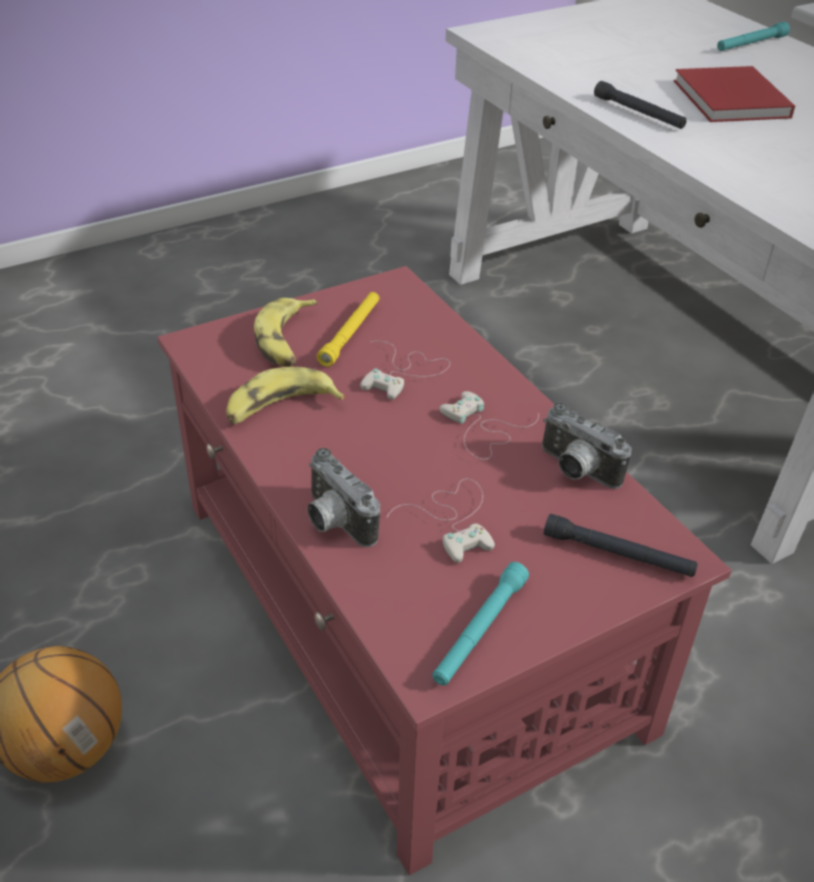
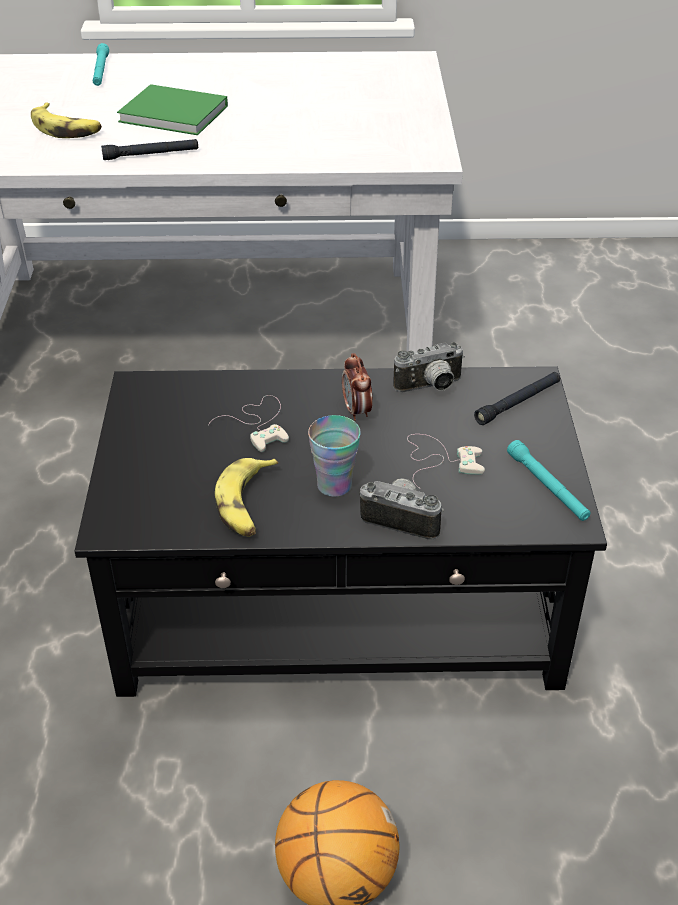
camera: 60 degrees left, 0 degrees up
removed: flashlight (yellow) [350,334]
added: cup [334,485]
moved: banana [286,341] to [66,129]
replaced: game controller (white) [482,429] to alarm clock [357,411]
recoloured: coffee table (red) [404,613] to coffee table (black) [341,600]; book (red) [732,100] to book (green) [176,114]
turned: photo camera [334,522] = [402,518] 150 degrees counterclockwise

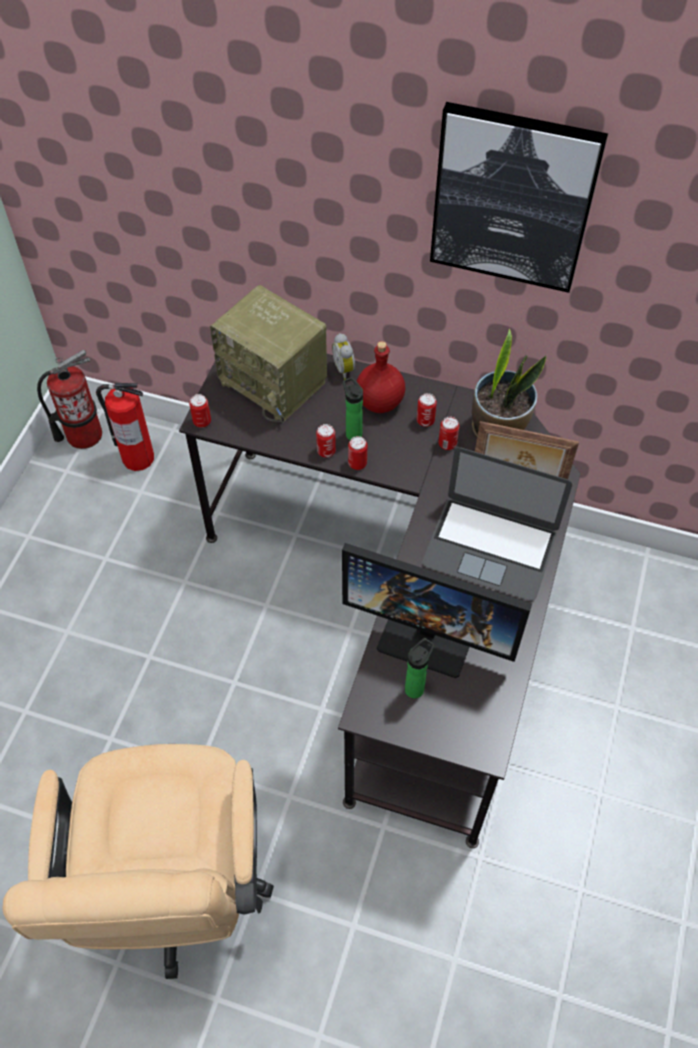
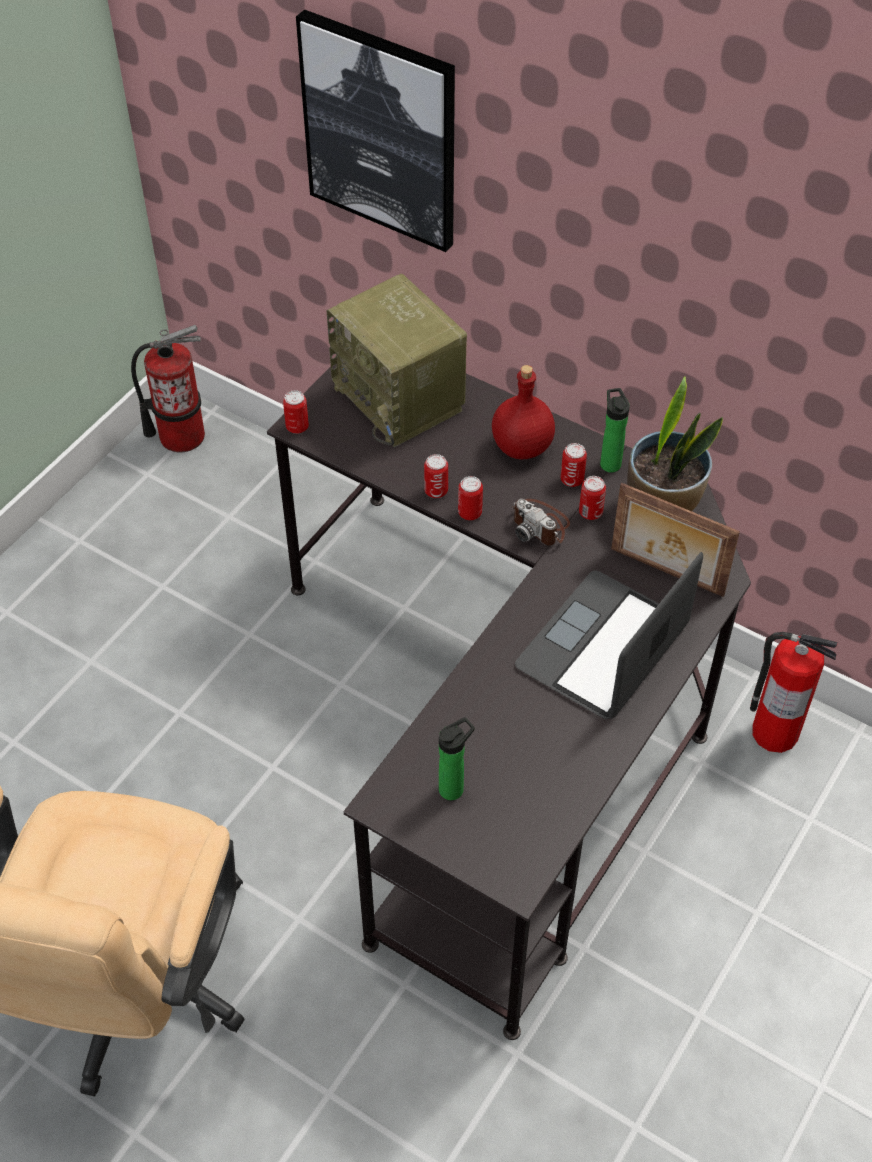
camera: 15 degrees right, 5 degrees down
removed: alarm clock [345,369]; monitor [429,633]
added: photo camera [540,525]
moved: fire extinguisher [137,458] to [773,732]; bottle [352,433] to [609,462]; picture [512,198] to [381,131]
turned: laptop [490,547] = [603,646] 90 degrees clockwise

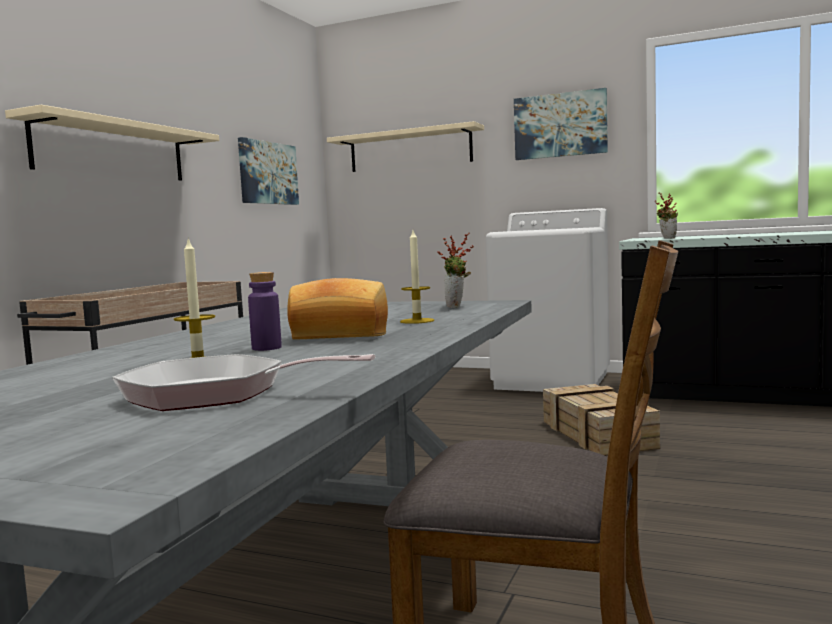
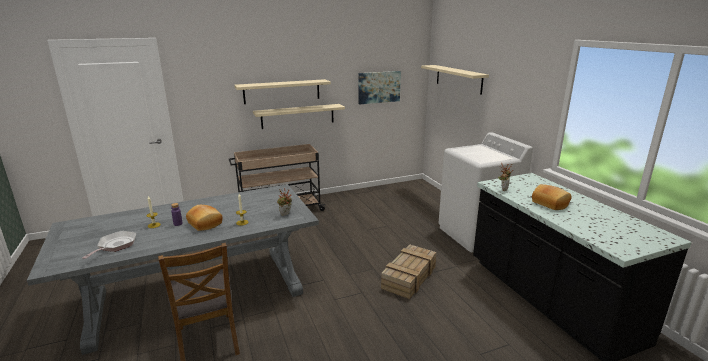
camera: 45 degrees right, 15 degrees up
removed: picture [560,125]
added: shelf (beige) [298,116]; bread [550,203]
turned: frying pan [216,394] = [115,245] 45 degrees clockwise

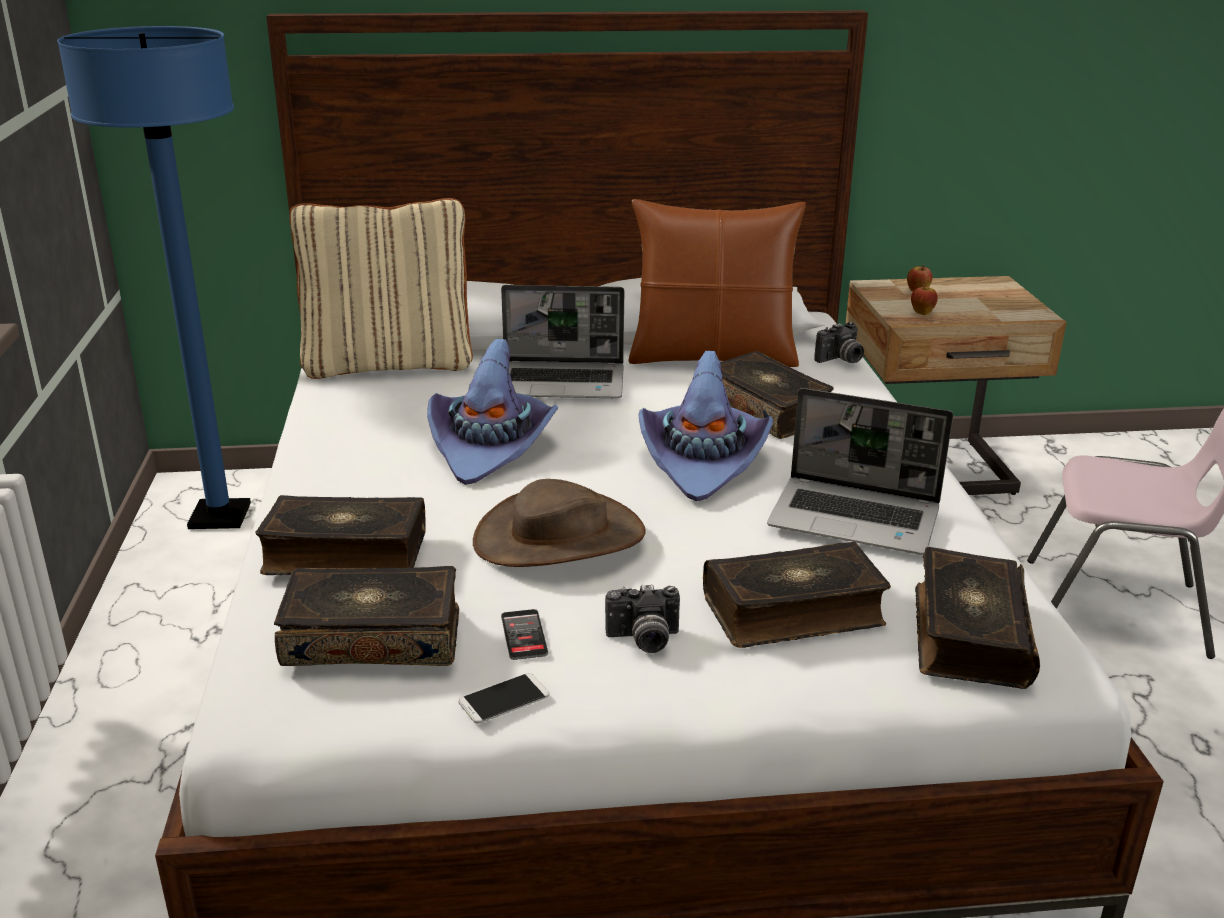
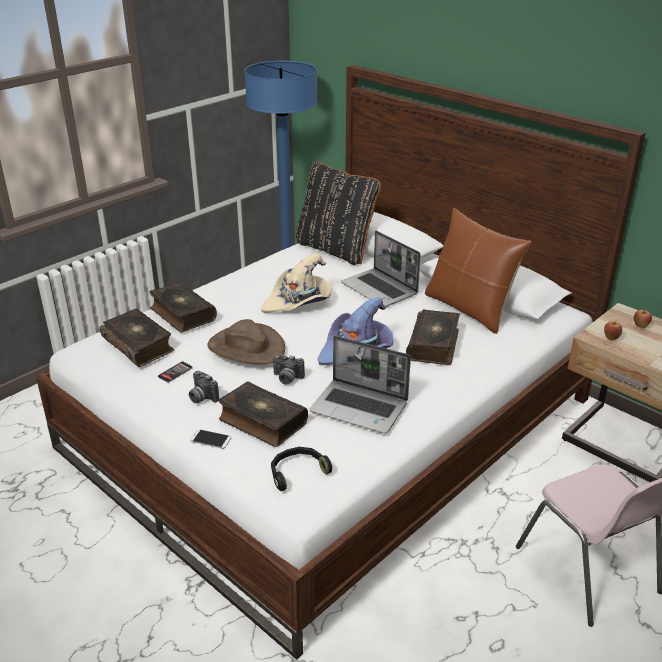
camera: 50 degrees right, 5 degrees up
moved: phone [504,699] to [210,439]; photo camera [841,360] to [287,379]
replaced: book [968,635] to headphones (black) [297,472]
recoloured: pillow (beige) [389,363] to pillow (black) [336,249]; hat (purple) [491,446] to hat (beige) [298,302]
turned: laptop [856,518] = [360,408] 45 degrees counterclockwise

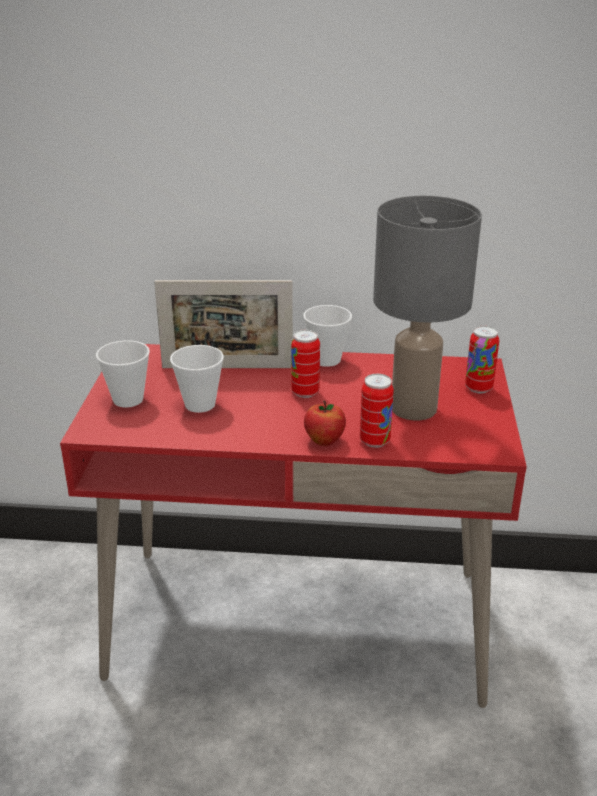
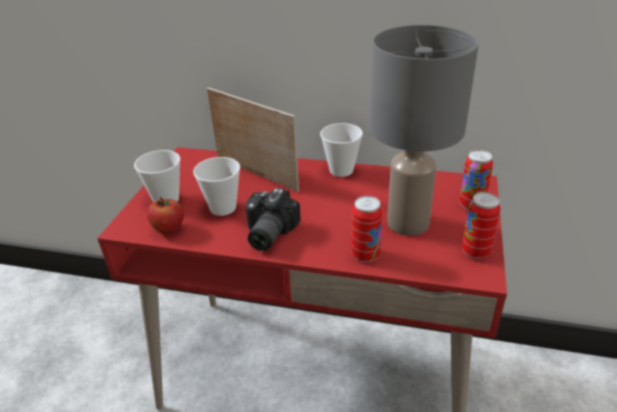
camera: 10 degrees right, 5 degrees up
added: photo camera [266,233]
moved: can [305,392] to [475,252]; apple [324,441] to [169,229]
turned: picture frame [227,367] = [256,174] 150 degrees counterclockwise

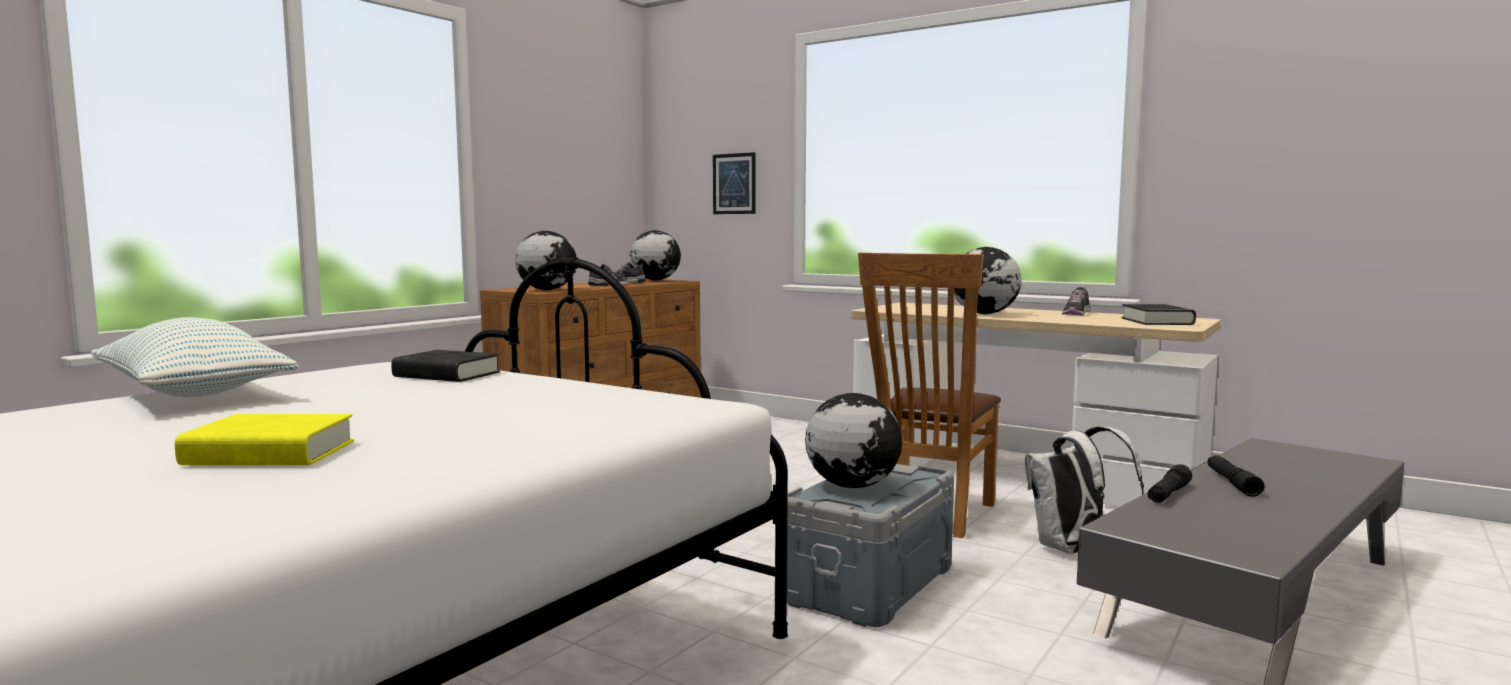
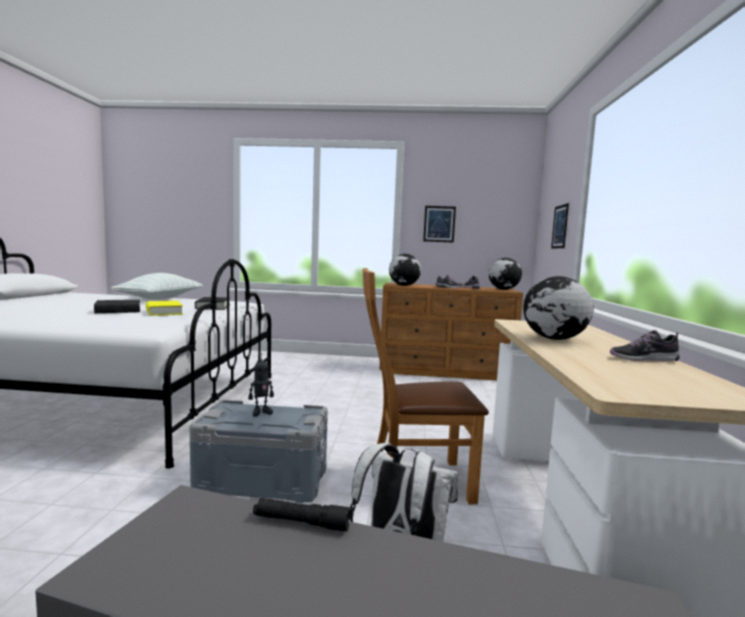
camera: 60 degrees right, 0 degrees up
removed: flashlight (black) [1232,483]
added: picture [439,224]
moved: book (yellow) [270,453] to [164,312]; book (black) [1156,321] to [118,311]
replaced: globe [851,486] to toy robot [261,412]

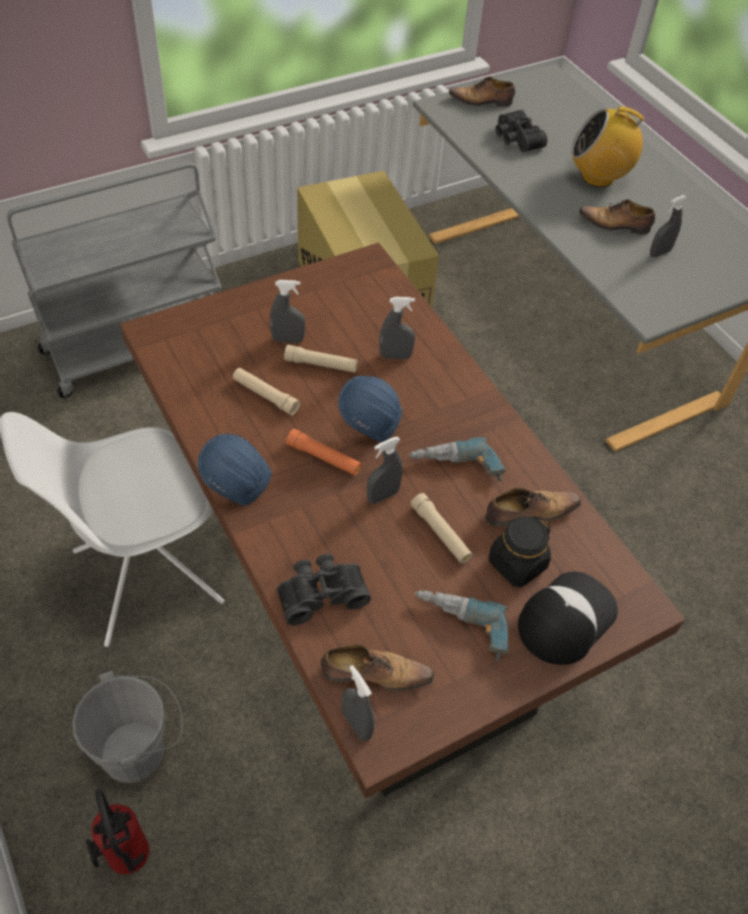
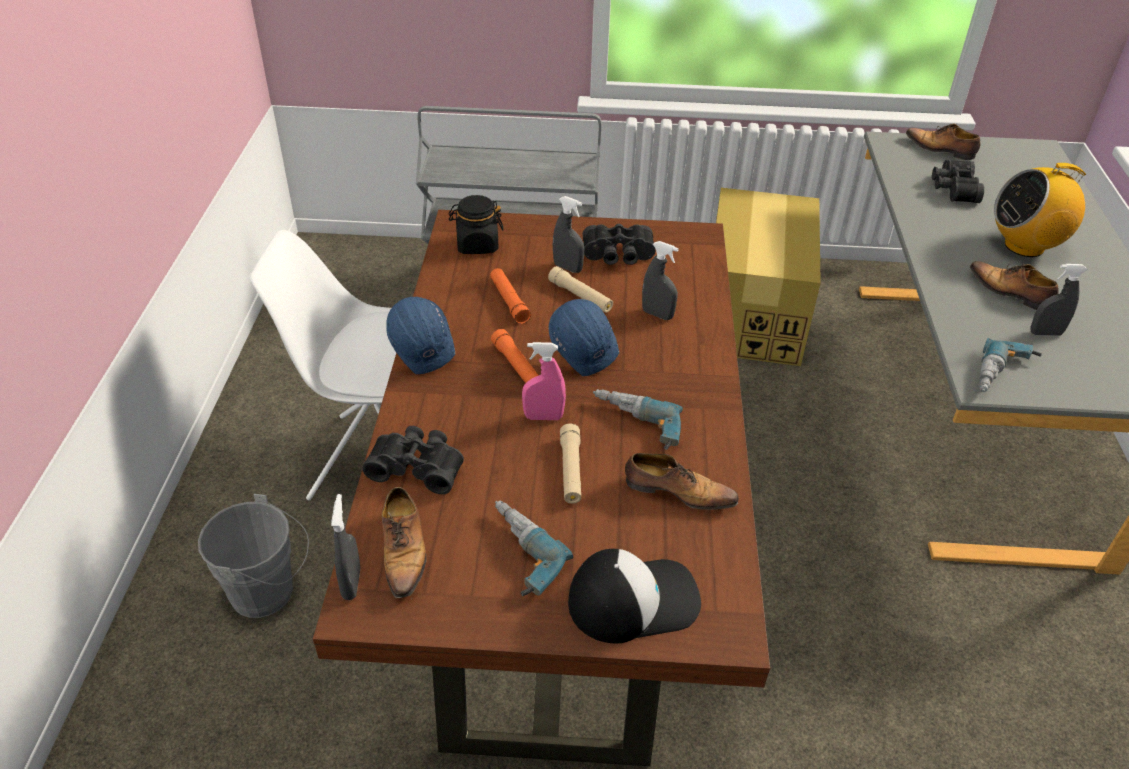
camera: 35 degrees right, 10 degrees down
removed: fire extinguisher [129,863]
added: binoculars (black) [618,256]; power drill [1004,377]
moved: jar (black) [517,564] to [477,245]
recoloured: flashlight (beige) [265,396] to flashlight (orange) [509,301]; spray bottle (grey) [382,496] to spray bottle (pink) [543,417]
turned: shoe [374,673] = [404,551] 45 degrees clockwise; radio [598,177] = [1024,246] 45 degrees counterclockwise

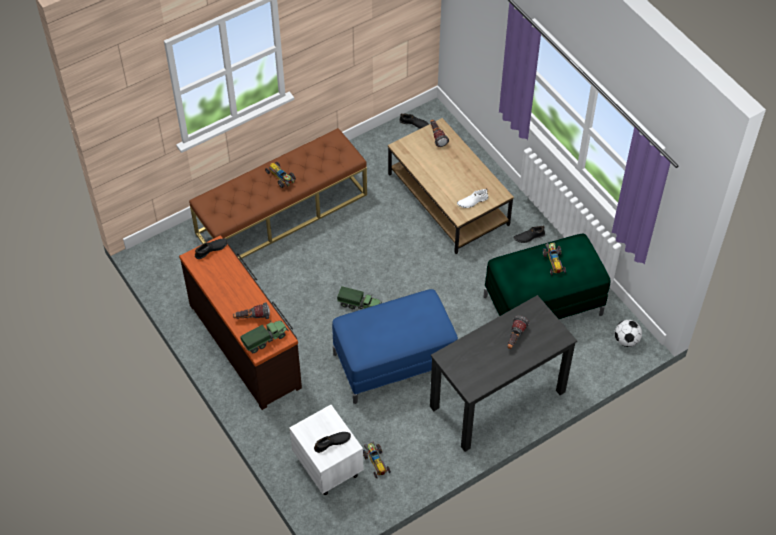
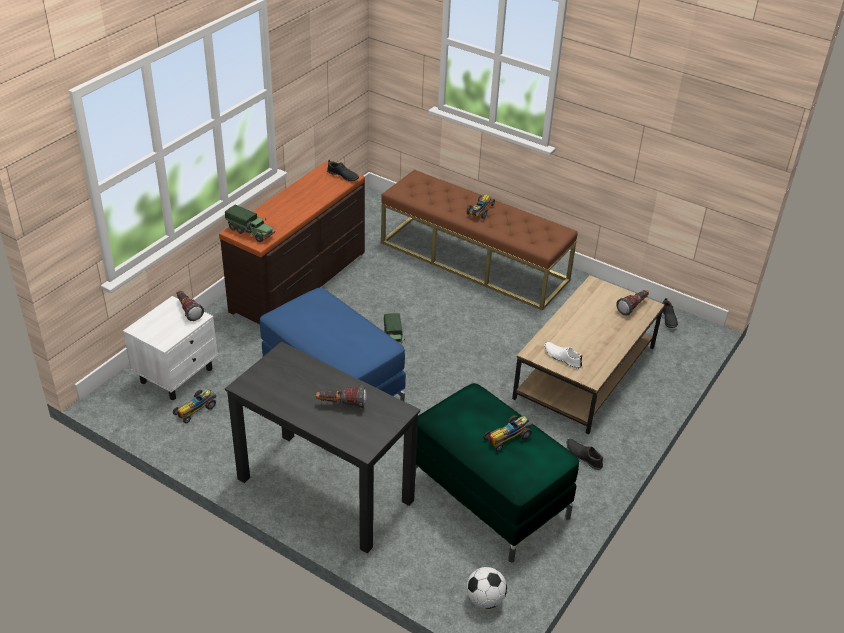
camera: 65 degrees right, 15 degrees down
removed: shoe (black) [332,443]
moved: flashlight [252,317] to [188,310]

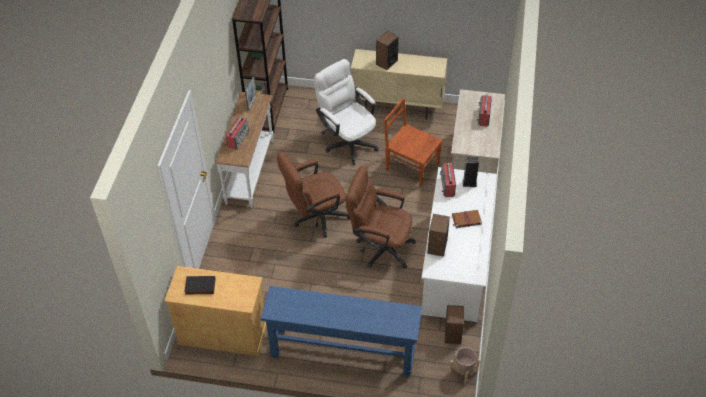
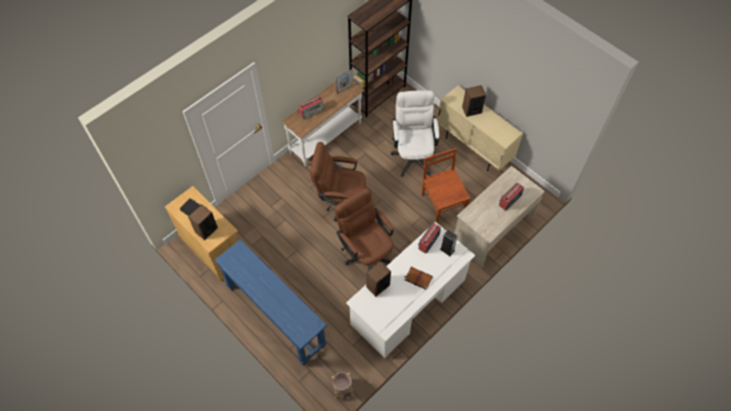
camera: 35 degrees right, 10 degrees up
moved: speaker [452,334] to [206,230]

